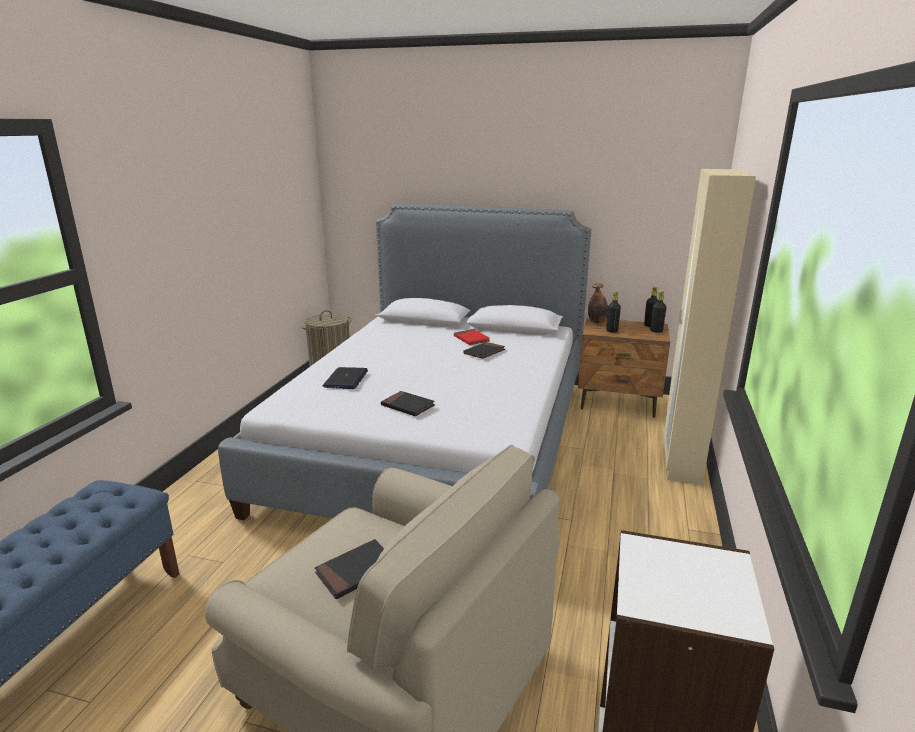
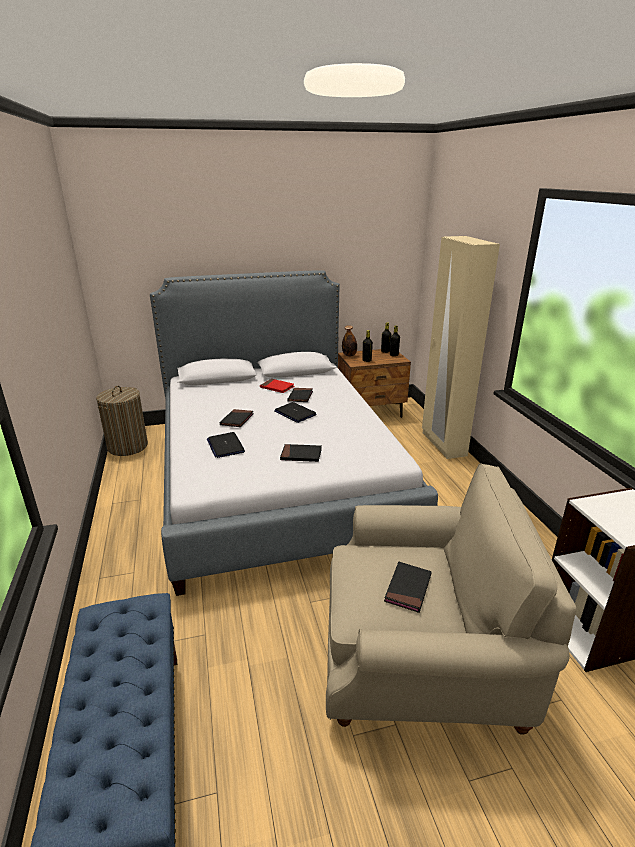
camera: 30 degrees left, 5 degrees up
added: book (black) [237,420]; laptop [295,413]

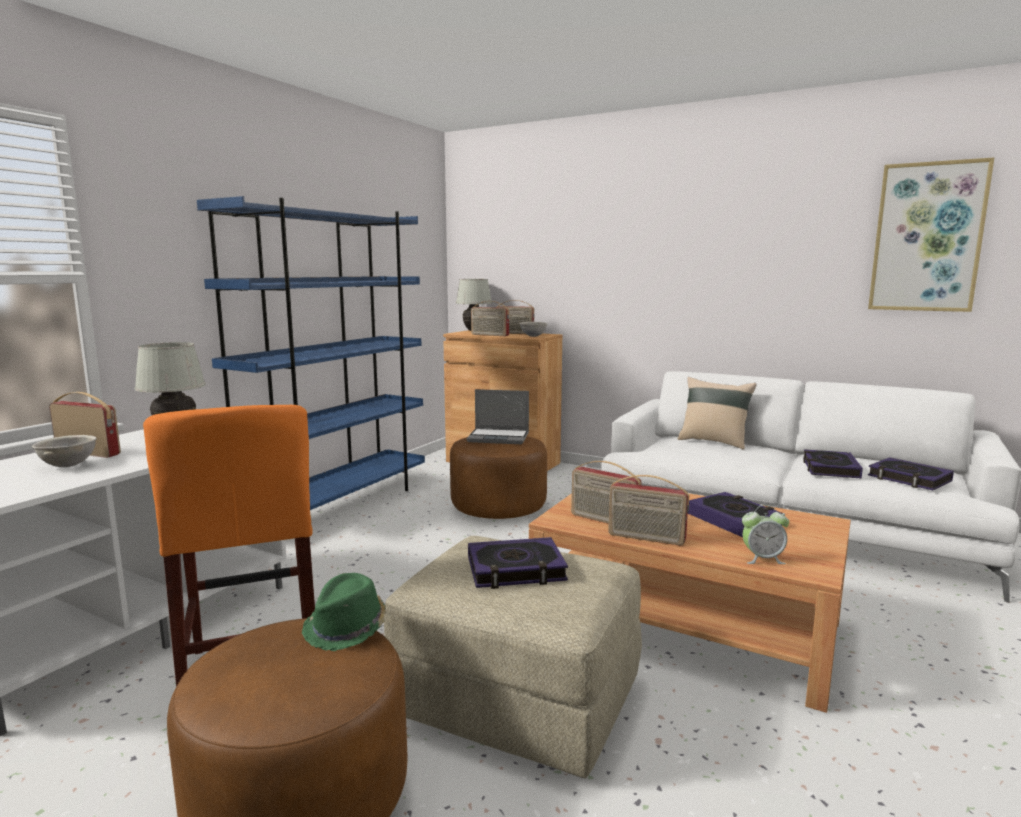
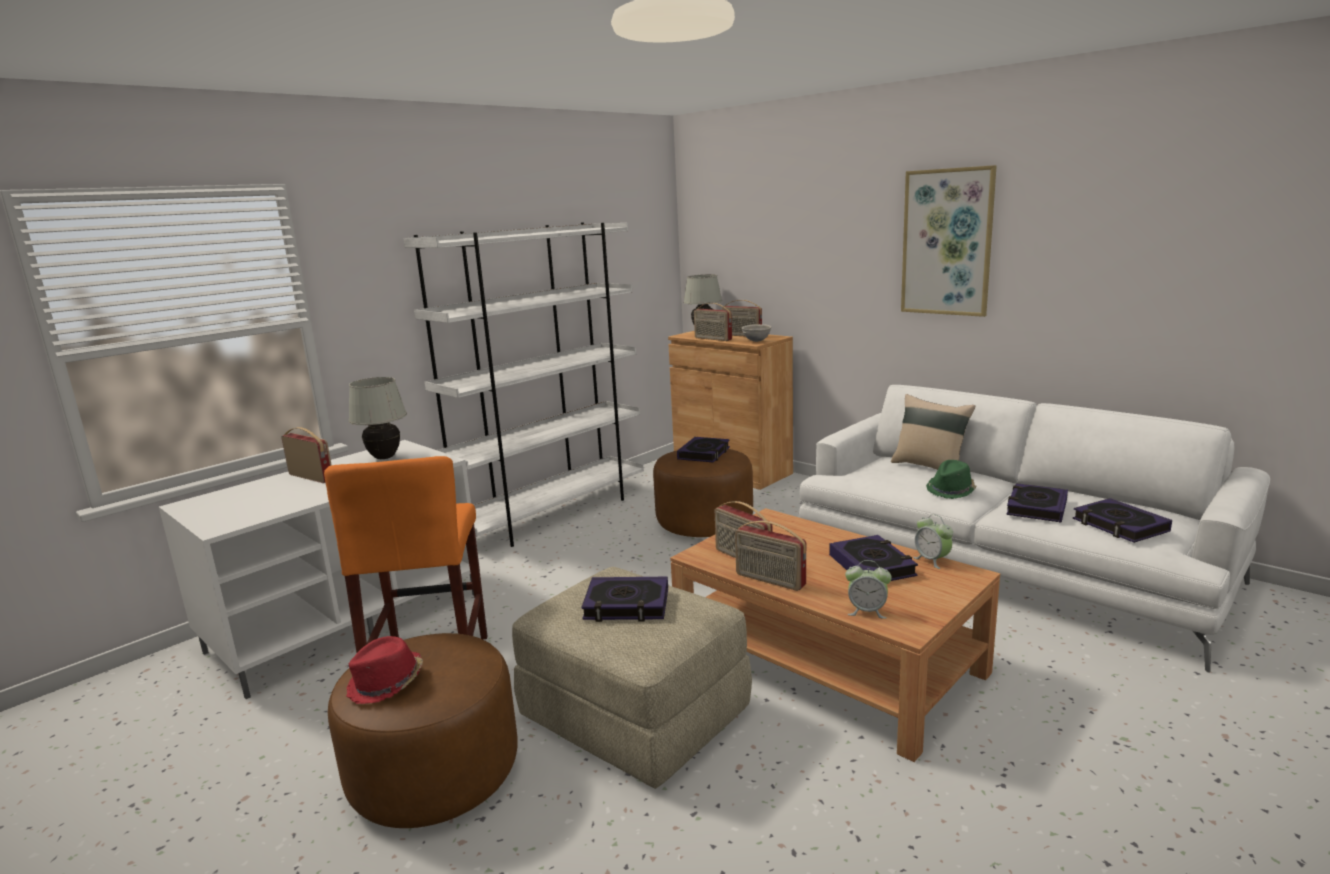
camera: 15 degrees right, 5 degrees up
removed: bowl (grey) [67,466]
added: hat (red) [386,684]; alarm clock [932,560]
moved: hat (green) [347,628] to [951,490]; picture [927,237] to [947,242]
replaced: laptop [499,438] to book [704,454]
recoloured: bookcase (blue) [338,506] to bookcase (white) [553,514]

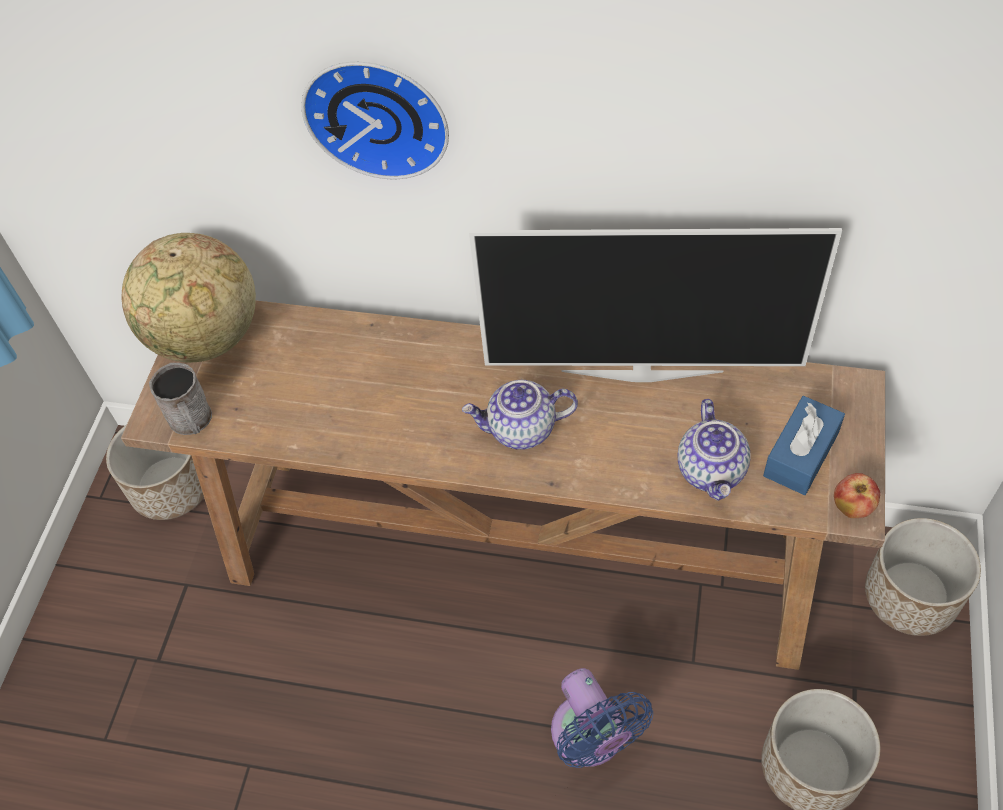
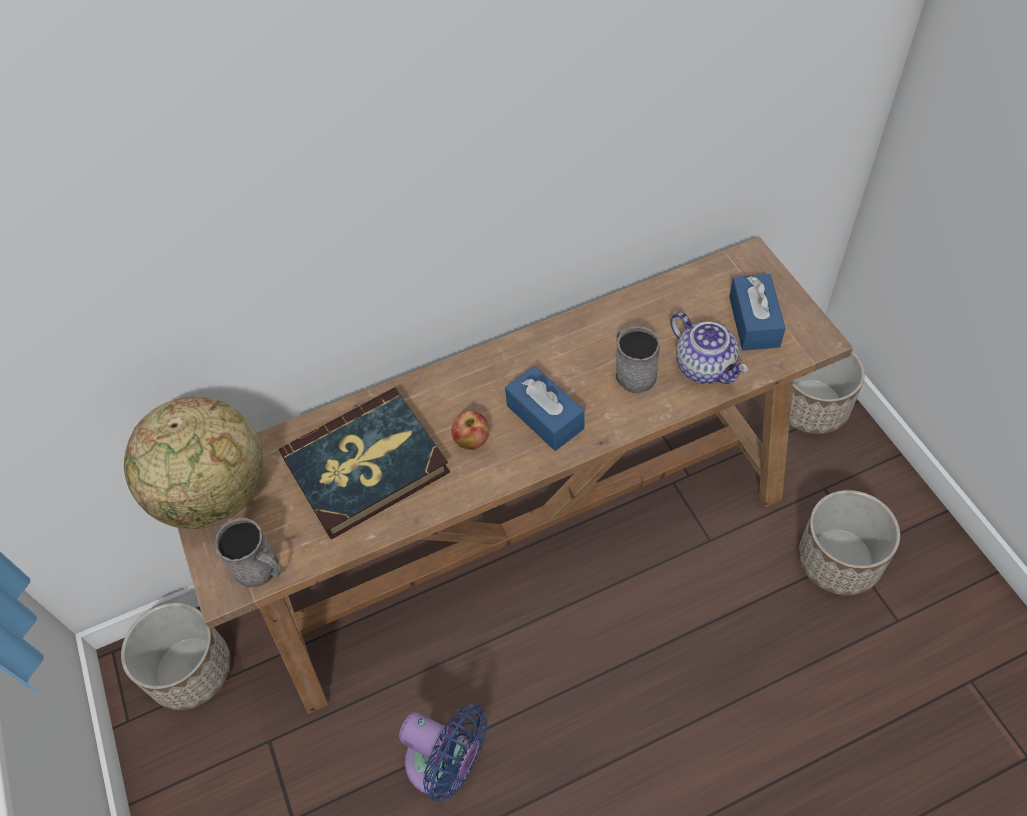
camera: 35 degrees left, 0 degrees up
removed: wall clock [378,114]; television [641,369]
added: book [366,466]; mug (grey) [632,372]
moved: fan (blue) [591,738] to [446,764]; apple [852,507] to [472,441]
replaced: teapot [521,430] to tissue box (blue) [545,417]

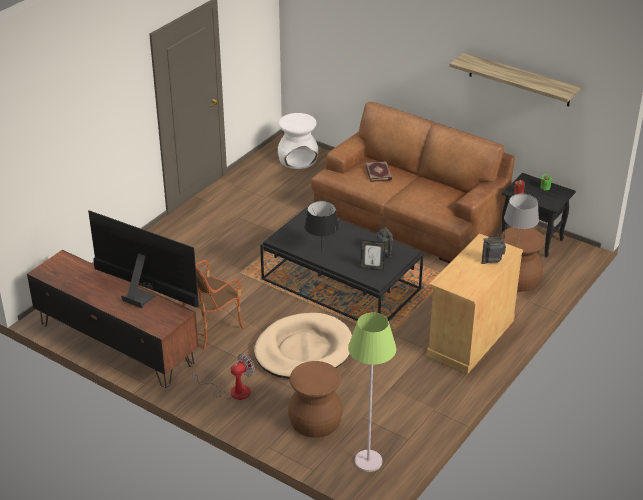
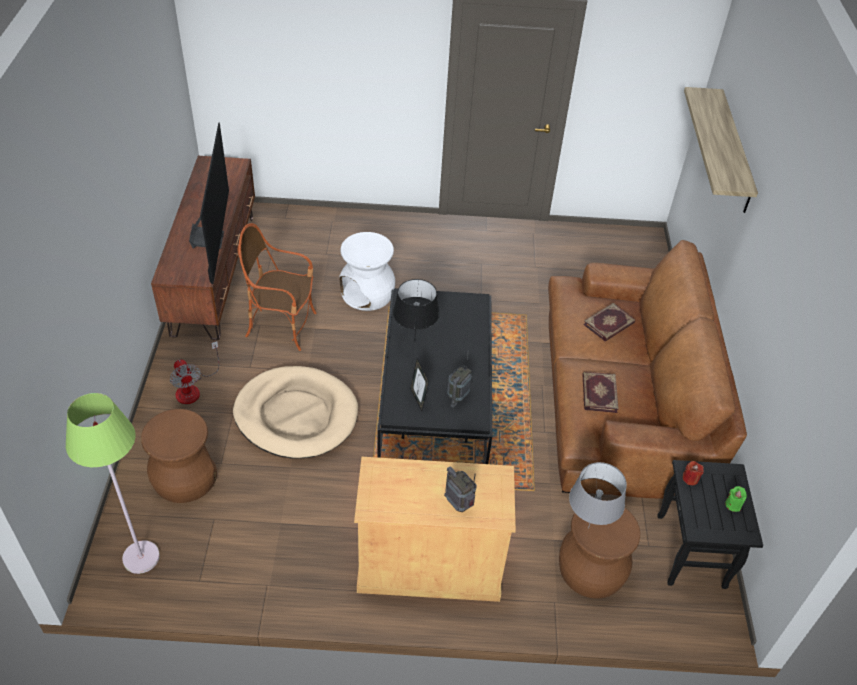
camera: 55 degrees right, 10 degrees up
added: book [598,393]
moved: stool (white) [298,159] to [368,293]; shelf [519,80] to [734,151]
turned: fan [232,391] = [193,388] 45 degrees clockwise

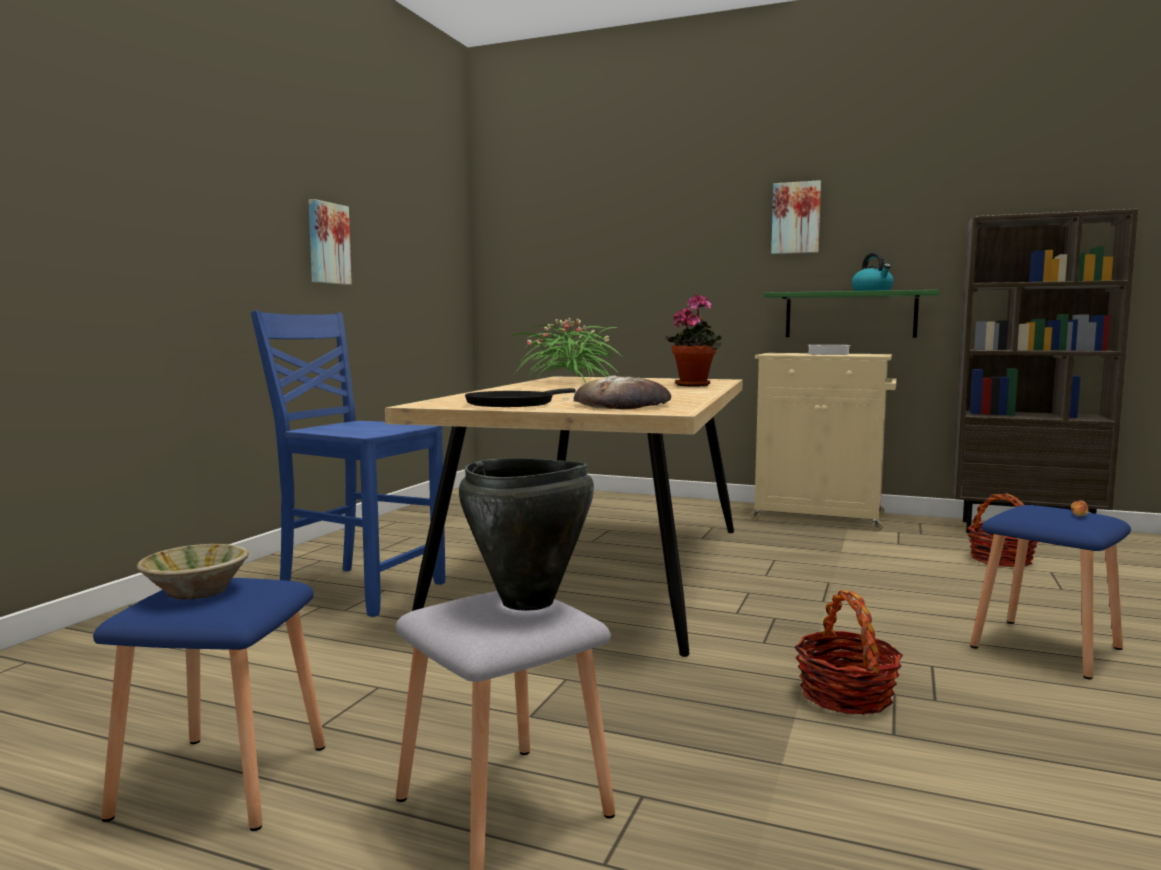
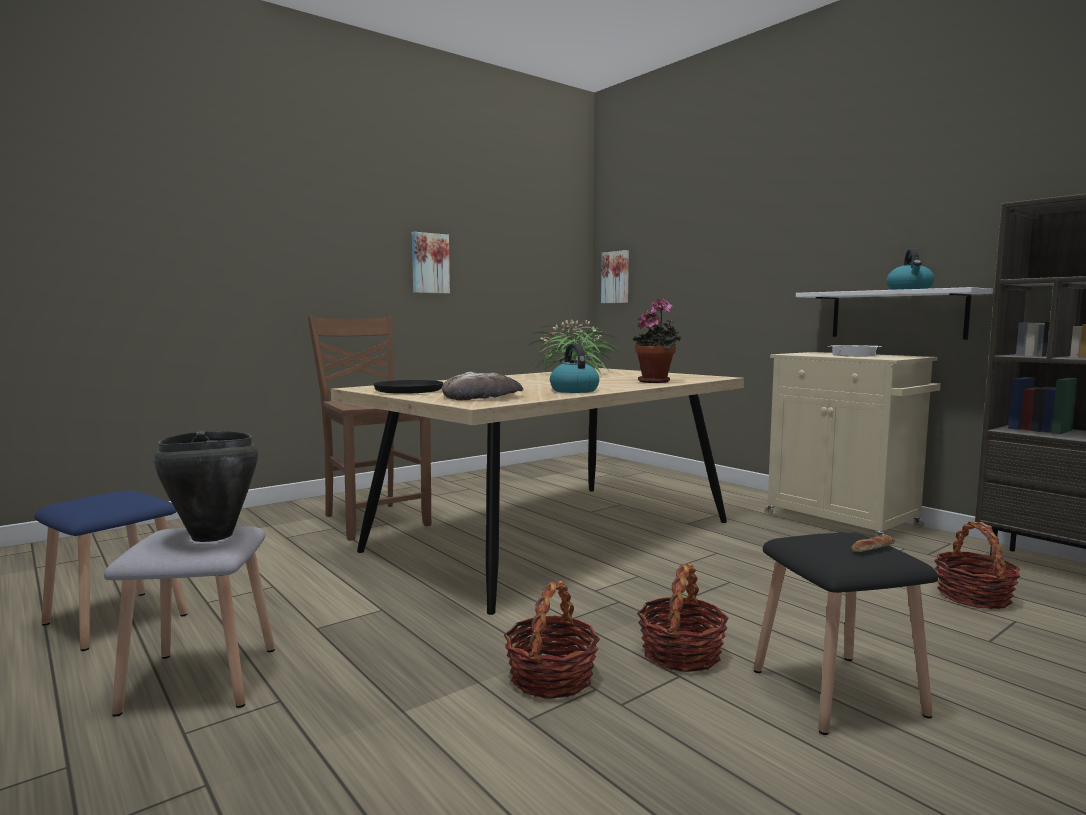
camera: 30 degrees right, 0 degrees up
removed: bowl (beige) [195,591]
added: kettle [573,390]; basket [681,654]
moved: picture [796,218] to [616,277]
recoloured: chair (blue) [359,589] to chair (brown) [374,520]; shelf (green) [850,315] to shelf (white) [897,314]; stool (blue) [1048,648] to stool (black) [840,693]

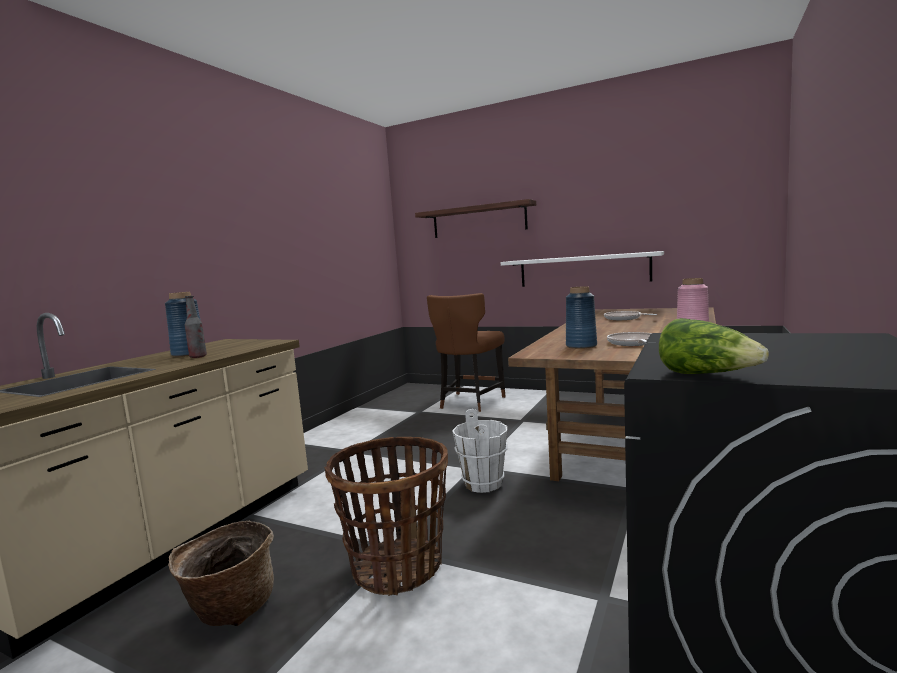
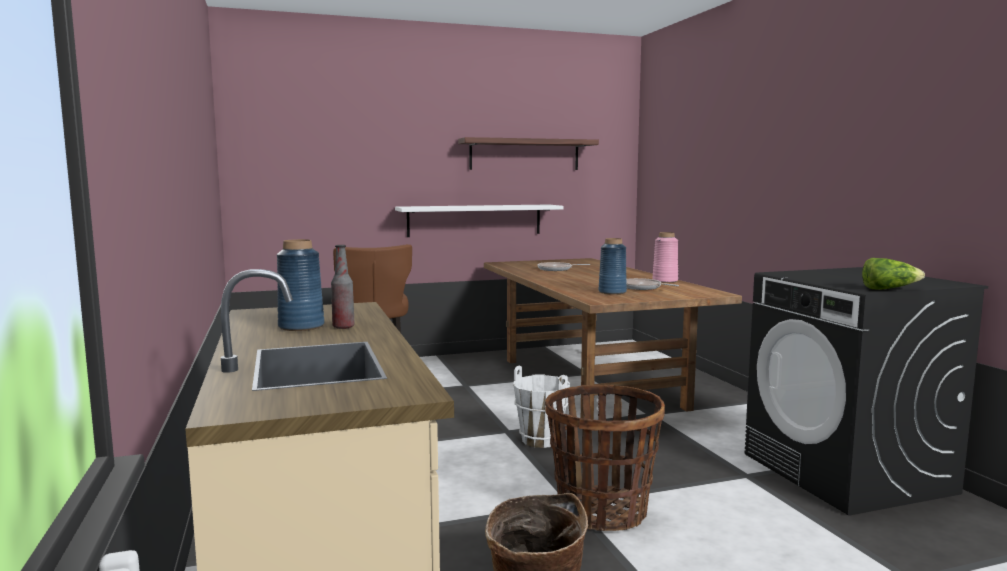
camera: 45 degrees left, 0 degrees up
moved: shelf [478,220] to [524,154]

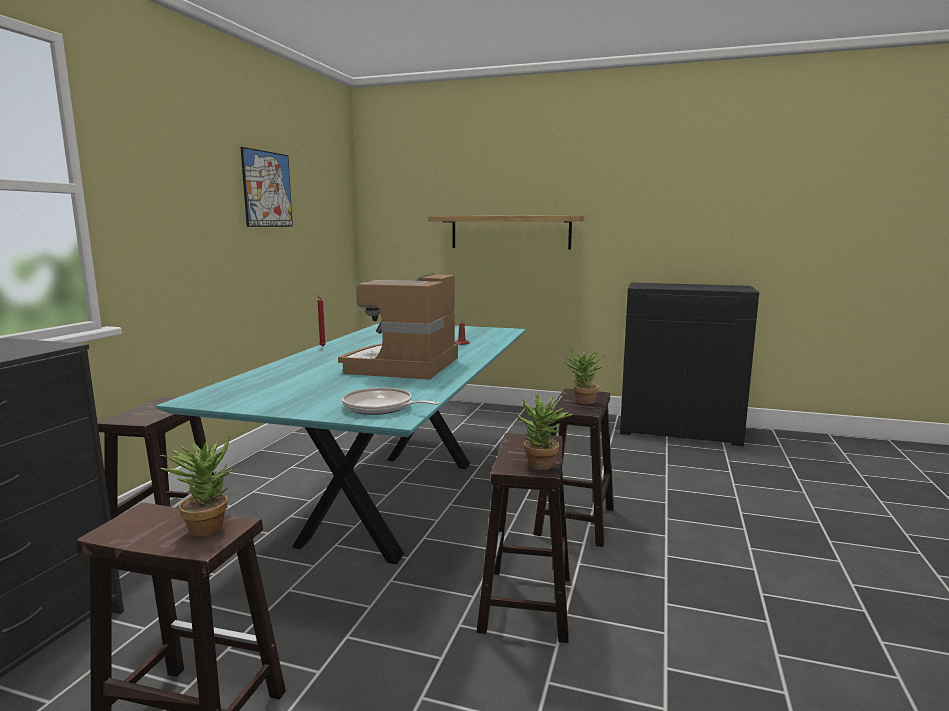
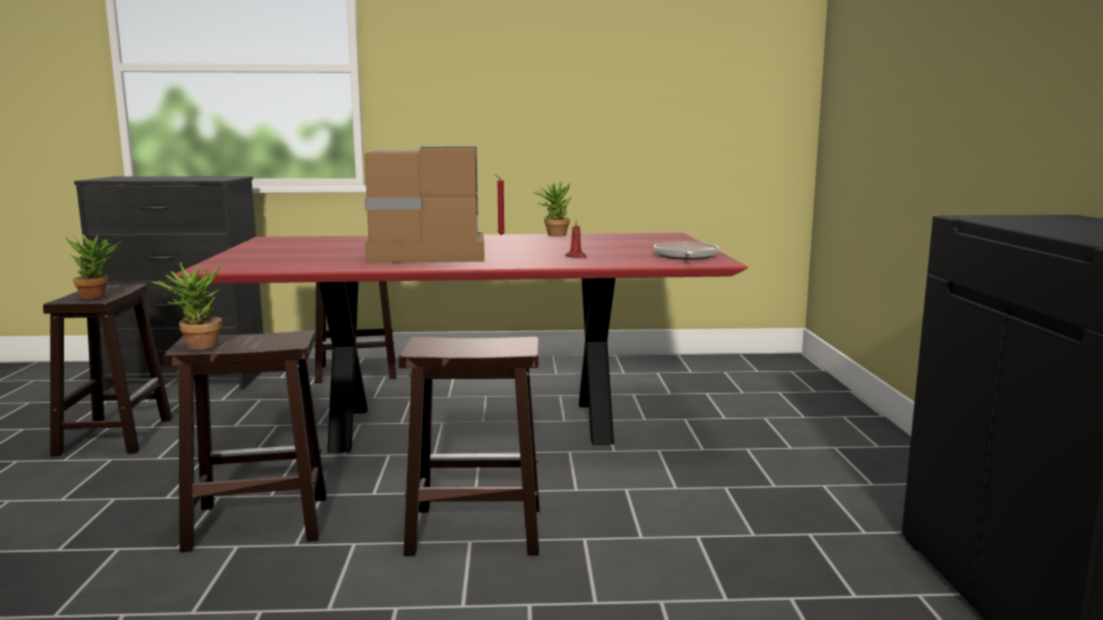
camera: 70 degrees right, 0 degrees up
removed: picture [267,189]; shelf [510,232]
moved: frying pan [381,407] to [685,257]; potted plant [582,402] to [553,235]
recoloured: dining table (turquoise) [395,499] to dining table (red) [475,426]

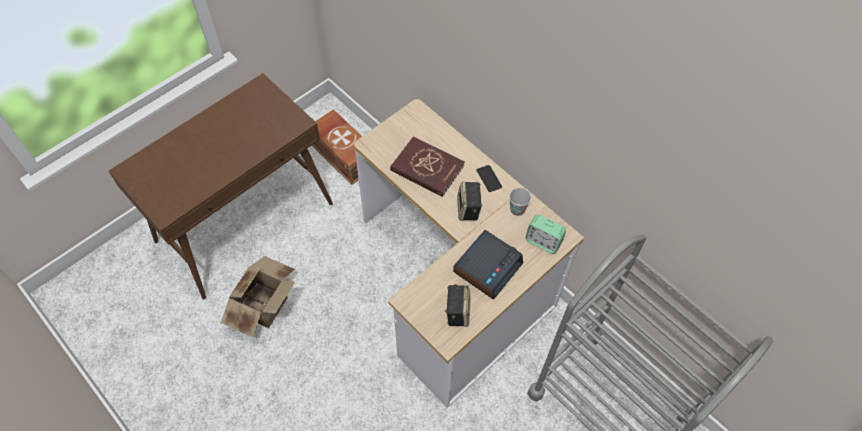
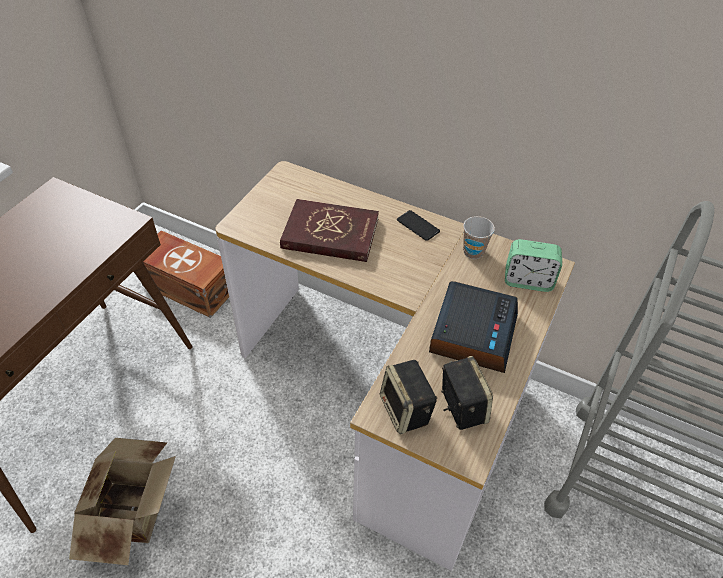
camera: 20 degrees left, 10 degrees down
moved: speaker [469,209] to [406,411]

